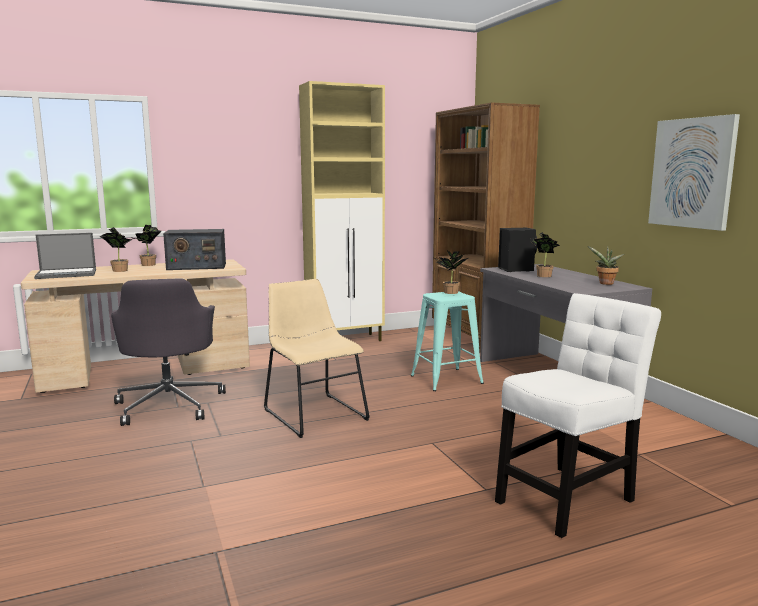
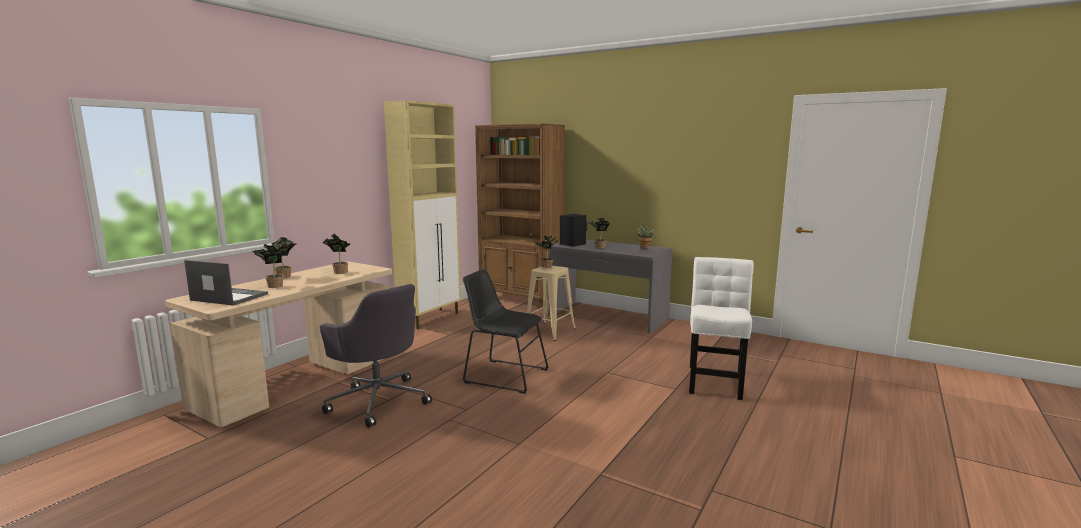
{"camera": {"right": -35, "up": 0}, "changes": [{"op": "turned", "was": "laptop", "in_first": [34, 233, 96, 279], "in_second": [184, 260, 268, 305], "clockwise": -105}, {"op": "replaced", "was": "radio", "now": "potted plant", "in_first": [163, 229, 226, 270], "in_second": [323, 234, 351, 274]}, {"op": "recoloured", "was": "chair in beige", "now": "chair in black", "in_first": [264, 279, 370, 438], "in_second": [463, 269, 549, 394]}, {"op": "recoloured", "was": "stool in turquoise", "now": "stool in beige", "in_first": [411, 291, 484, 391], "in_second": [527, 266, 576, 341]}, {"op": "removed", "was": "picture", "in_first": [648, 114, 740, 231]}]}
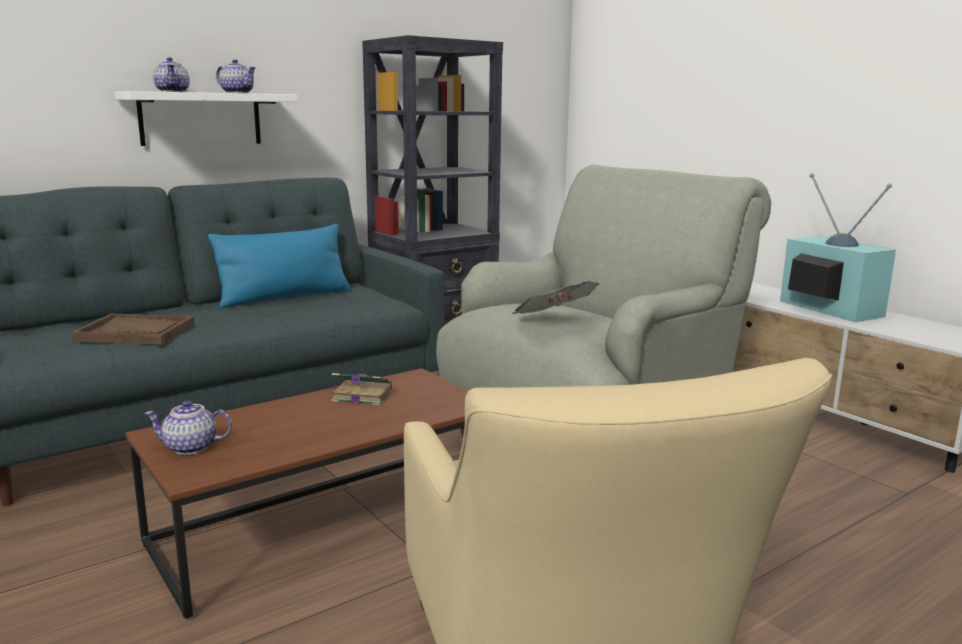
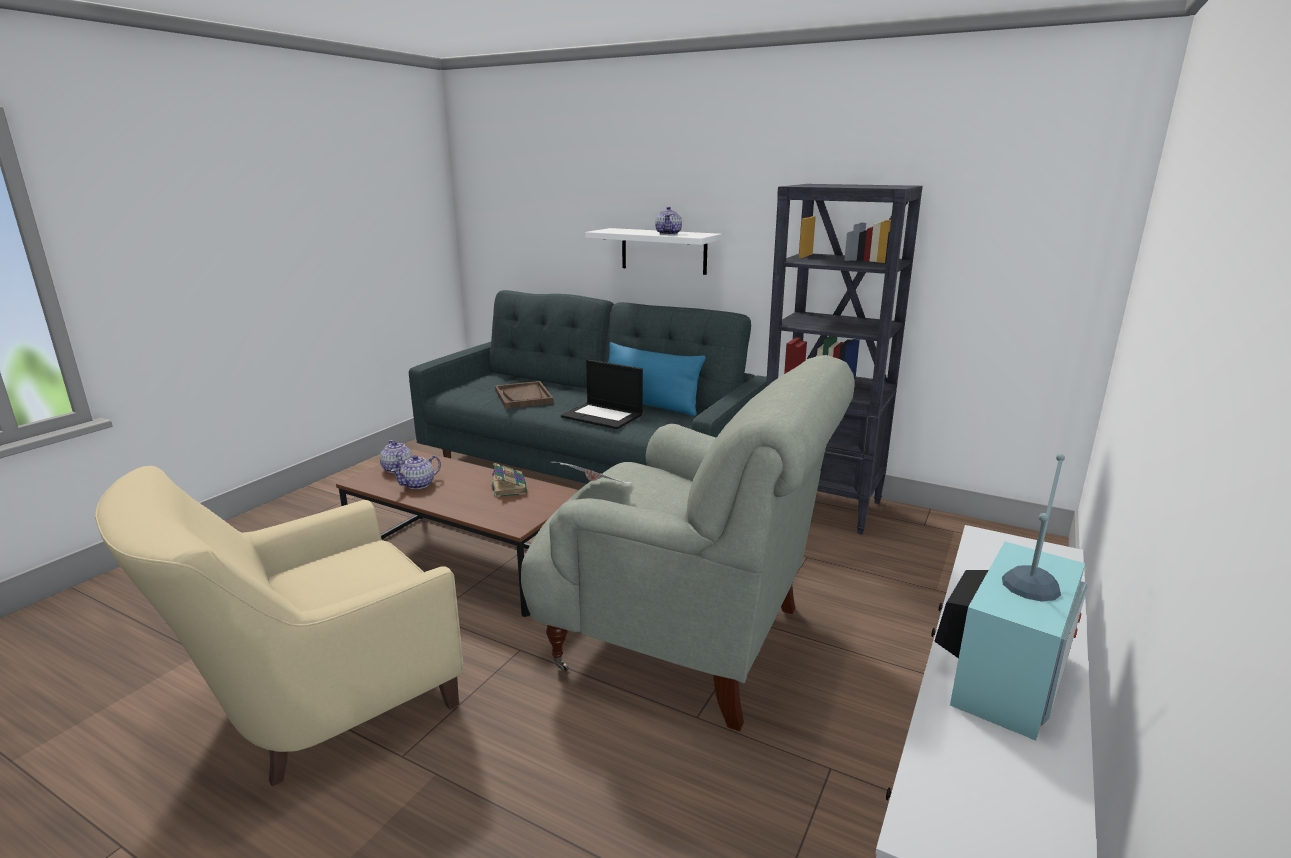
{"camera": {"right": 65, "up": 5}, "changes": [{"op": "moved", "was": "teapot", "in_first": [153, 57, 190, 92], "in_second": [391, 455, 441, 489]}, {"op": "added", "now": "laptop", "in_second": [561, 360, 643, 429]}]}
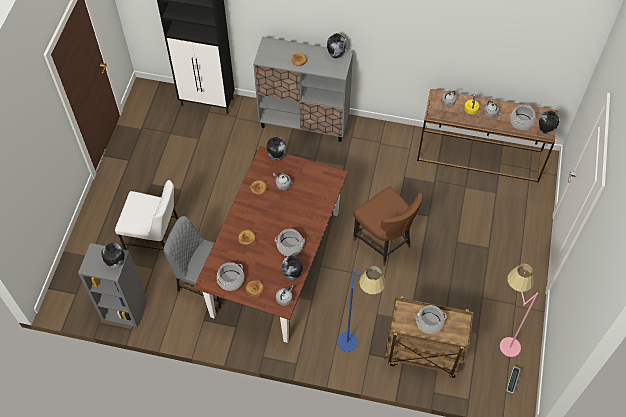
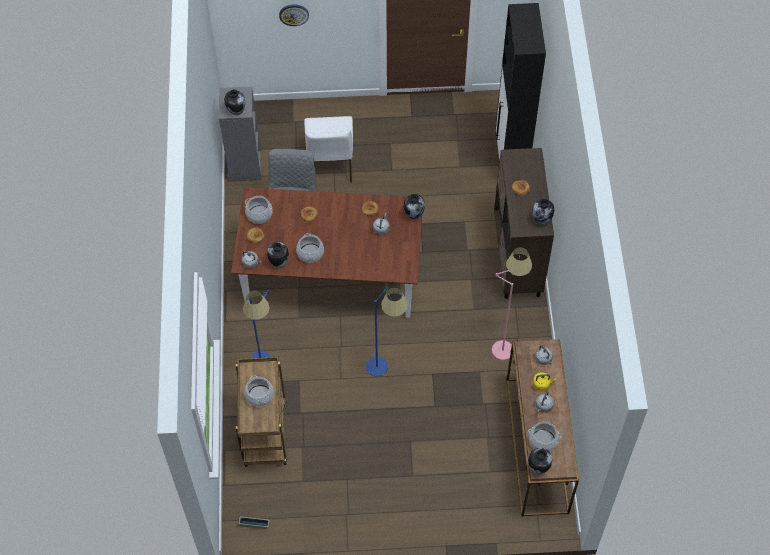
{"camera": {"right": 75, "up": 0}, "changes": [{"op": "added", "now": "wall clock", "in_second": [279, 4, 309, 26]}, {"op": "replaced", "was": "chair in brown", "now": "floor lamp in blue", "in_first": [353, 186, 423, 266], "in_second": [366, 286, 408, 376]}, {"op": "moved", "was": "floor lamp in pink", "in_first": [500, 263, 538, 357], "in_second": [492, 247, 532, 360]}, {"op": "recoloured", "was": "cabinet in grey", "now": "cabinet in brown", "in_first": [253, 36, 353, 142], "in_second": [494, 148, 554, 299]}]}
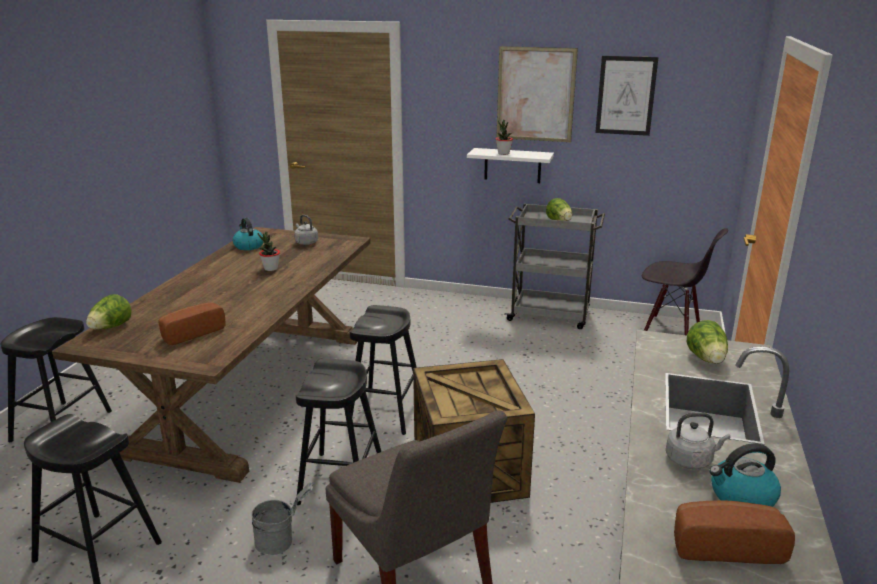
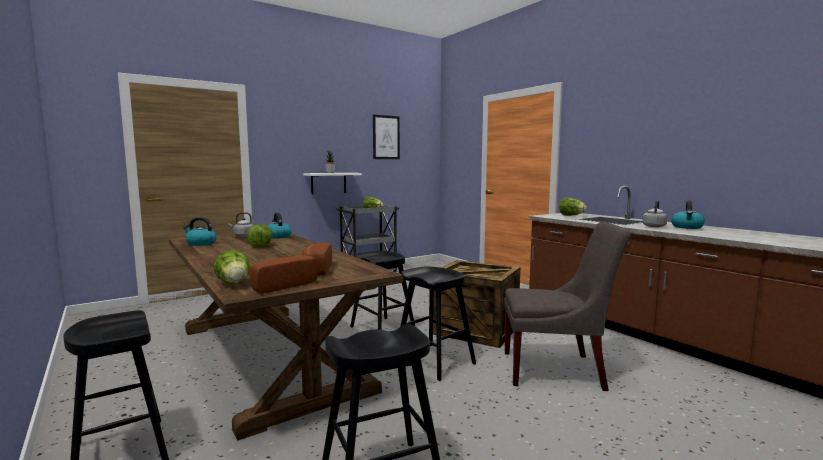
{"camera": {"right": -50, "up": -15}, "changes": [{"op": "replaced", "was": "potted plant", "now": "lettuce", "in_first": [258, 232, 280, 271], "in_second": [246, 224, 273, 248]}, {"op": "moved", "was": "bread", "in_first": [674, 500, 795, 564], "in_second": [249, 255, 318, 293]}, {"op": "added", "now": "kettle", "in_second": [268, 213, 292, 239]}, {"op": "removed", "was": "bucket in grey", "in_first": [251, 482, 314, 555]}, {"op": "removed", "was": "picture", "in_first": [496, 46, 578, 142]}, {"op": "removed", "was": "chair in black", "in_first": [642, 228, 728, 336]}]}
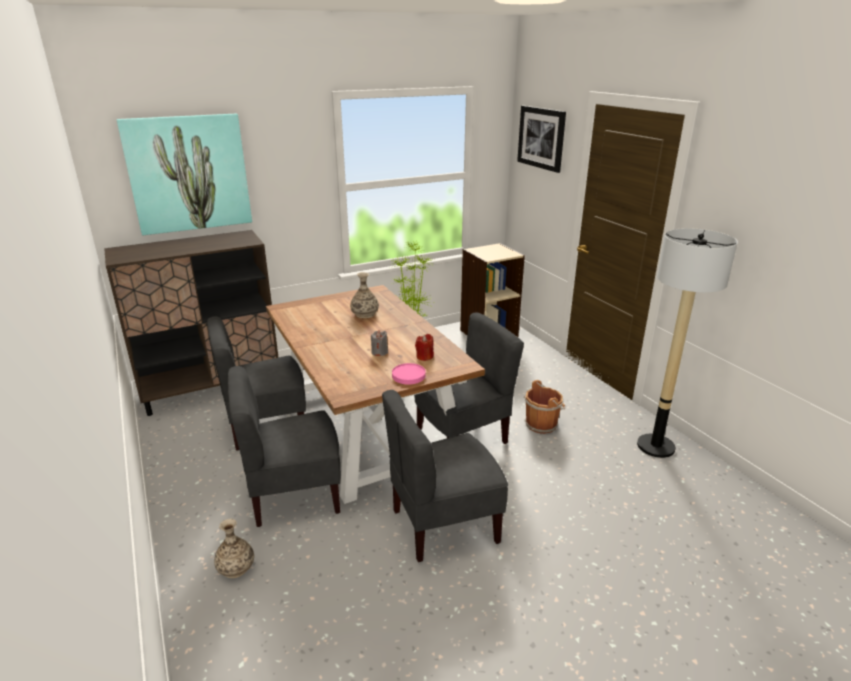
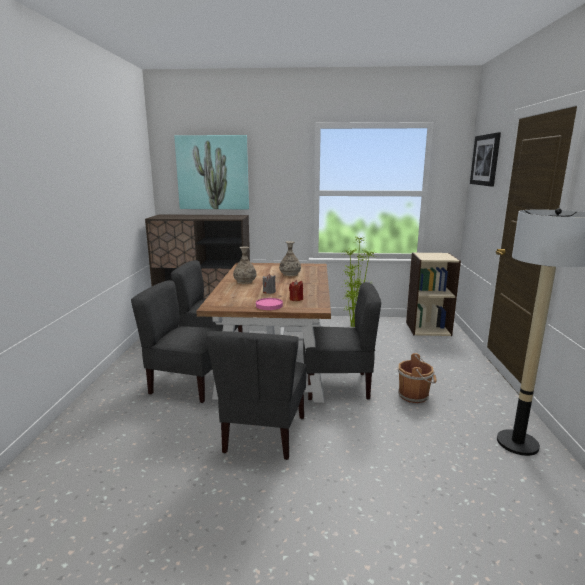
{"camera": {"right": 30, "up": -10}, "changes": [{"op": "turned", "was": "chair in grey", "in_first": [382, 390, 508, 562], "in_second": [206, 331, 306, 460], "clockwise": -90}, {"op": "moved", "was": "vase", "in_first": [214, 519, 254, 578], "in_second": [233, 247, 257, 284]}]}
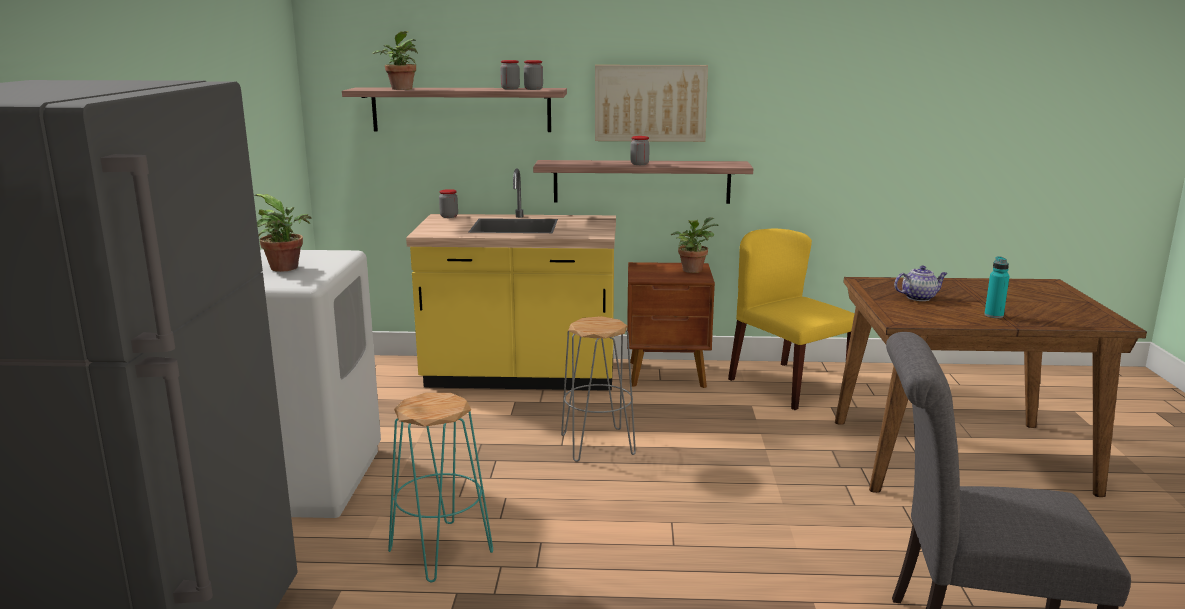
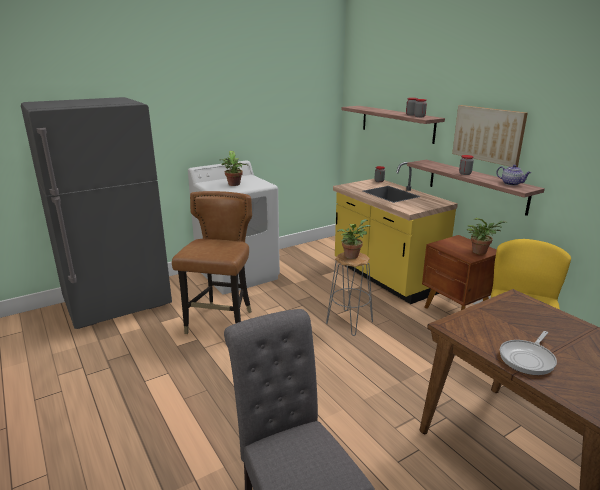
{"camera": {"right": 55, "up": 5}, "changes": [{"op": "replaced", "was": "stool in turquoise", "now": "chair in brown", "in_first": [388, 393, 493, 582], "in_second": [172, 191, 252, 334]}, {"op": "moved", "was": "potted plant", "in_first": [372, 31, 418, 90], "in_second": [337, 219, 370, 259]}, {"op": "moved", "was": "teapot", "in_first": [894, 266, 948, 301], "in_second": [496, 165, 531, 186]}, {"op": "replaced", "was": "bottle in turquoise", "now": "frying pan", "in_first": [984, 256, 1010, 318], "in_second": [500, 331, 557, 375]}]}
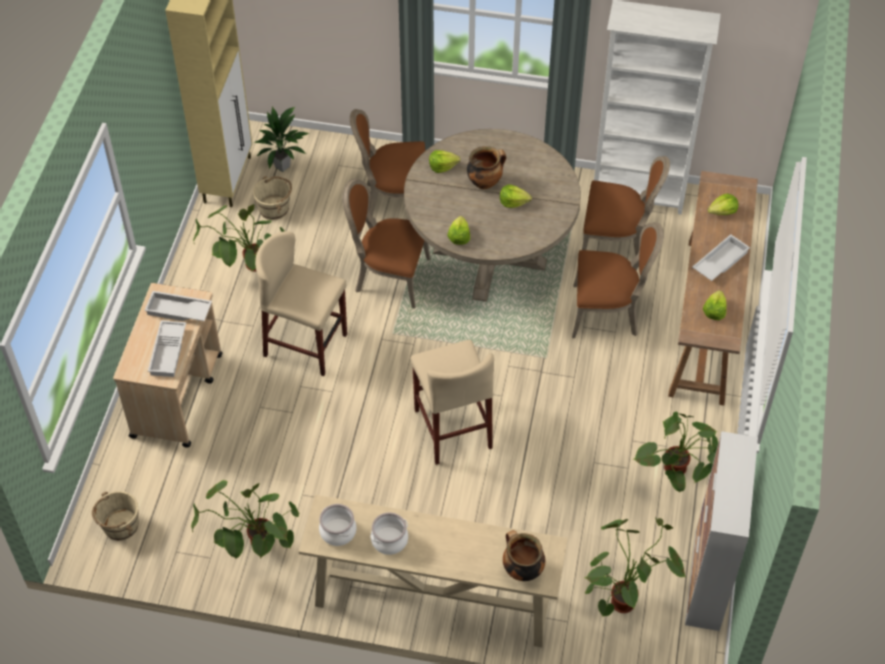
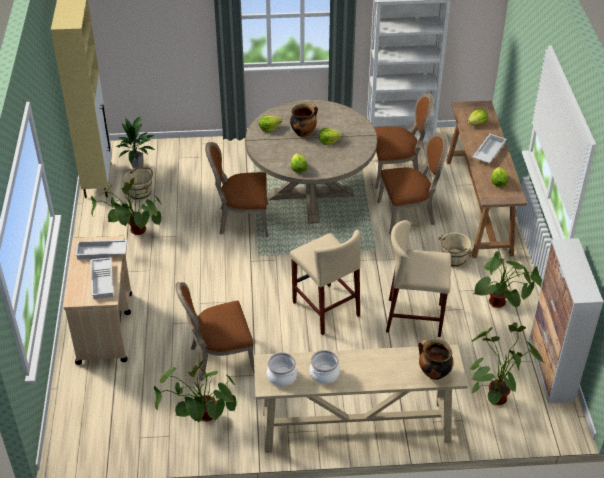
{"camera": {"right": -15, "up": -10}, "changes": [{"op": "moved", "was": "chair in brown", "in_first": [350, 109, 425, 217], "in_second": [175, 282, 255, 381]}, {"op": "moved", "was": "stool in beige", "in_first": [255, 231, 347, 376], "in_second": [386, 220, 451, 337]}, {"op": "moved", "was": "bucket in beige", "in_first": [92, 491, 139, 541], "in_second": [439, 233, 473, 267]}]}
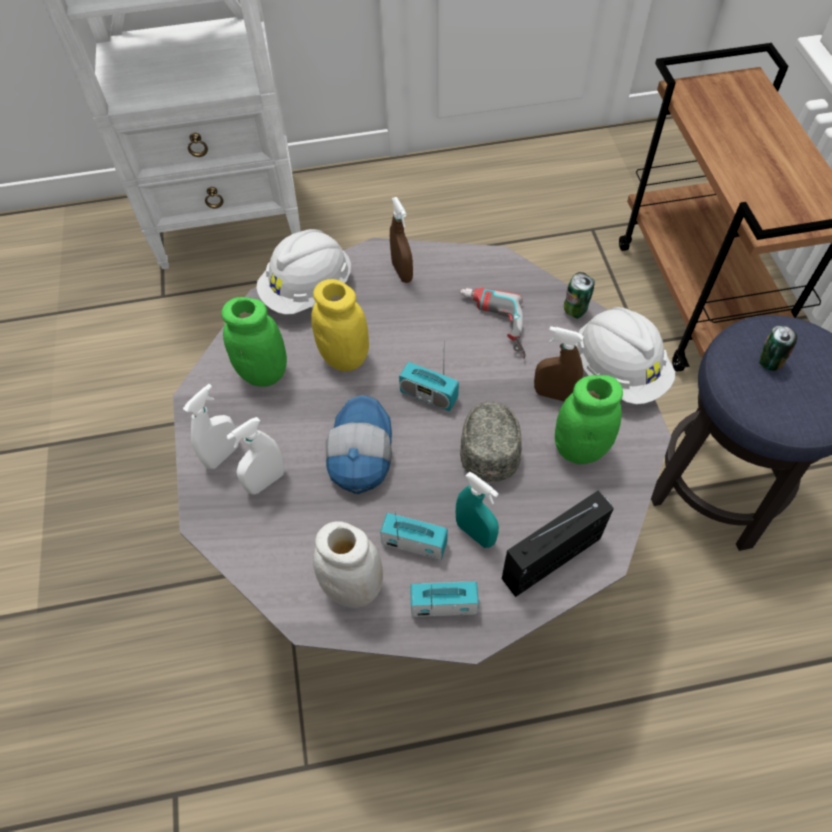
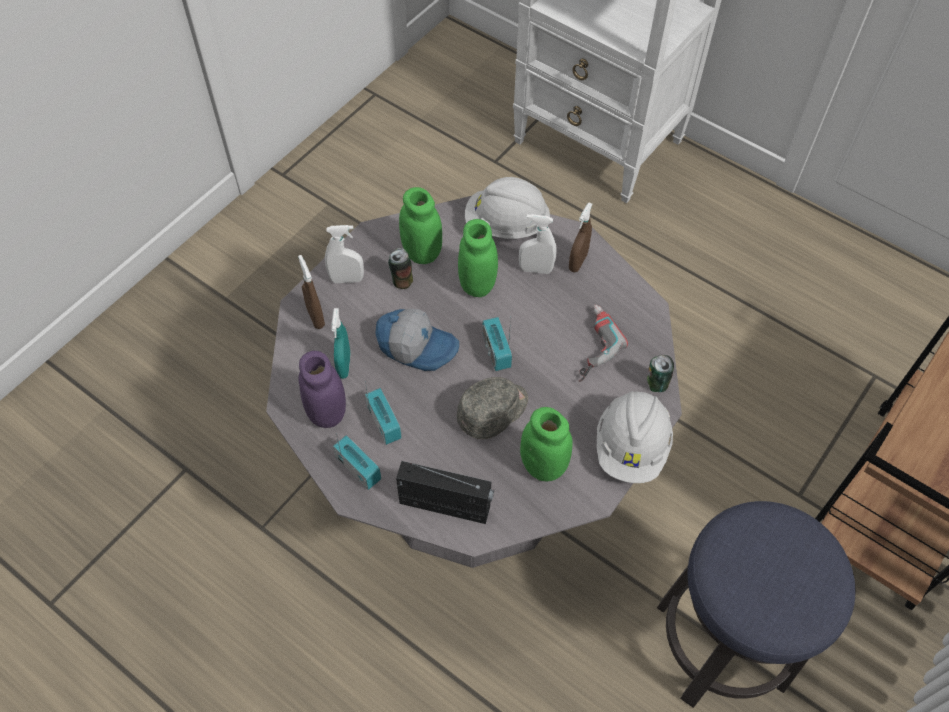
{"camera": {"right": 45, "up": 0}, "changes": [{"op": "moved", "was": "spray bottle in brown", "in_first": [534, 326, 584, 401], "in_second": [298, 255, 325, 329]}, {"op": "recoloured", "was": "jar in white", "now": "jar in purple", "in_first": [313, 521, 383, 608], "in_second": [299, 351, 346, 428]}, {"op": "moved", "was": "spray bottle in turquoise", "in_first": [455, 472, 499, 548], "in_second": [331, 308, 351, 379]}, {"op": "turned", "was": "cap", "in_first": [325, 395, 392, 494], "in_second": [375, 309, 459, 371], "clockwise": 60}, {"op": "moved", "was": "can", "in_first": [759, 326, 797, 371], "in_second": [388, 248, 413, 289]}, {"op": "recoloured", "was": "jar in yellow", "now": "jar in green", "in_first": [311, 279, 369, 371], "in_second": [458, 219, 498, 297]}, {"op": "moved", "was": "spray bottle in white", "in_first": [226, 417, 284, 494], "in_second": [519, 214, 557, 274]}]}
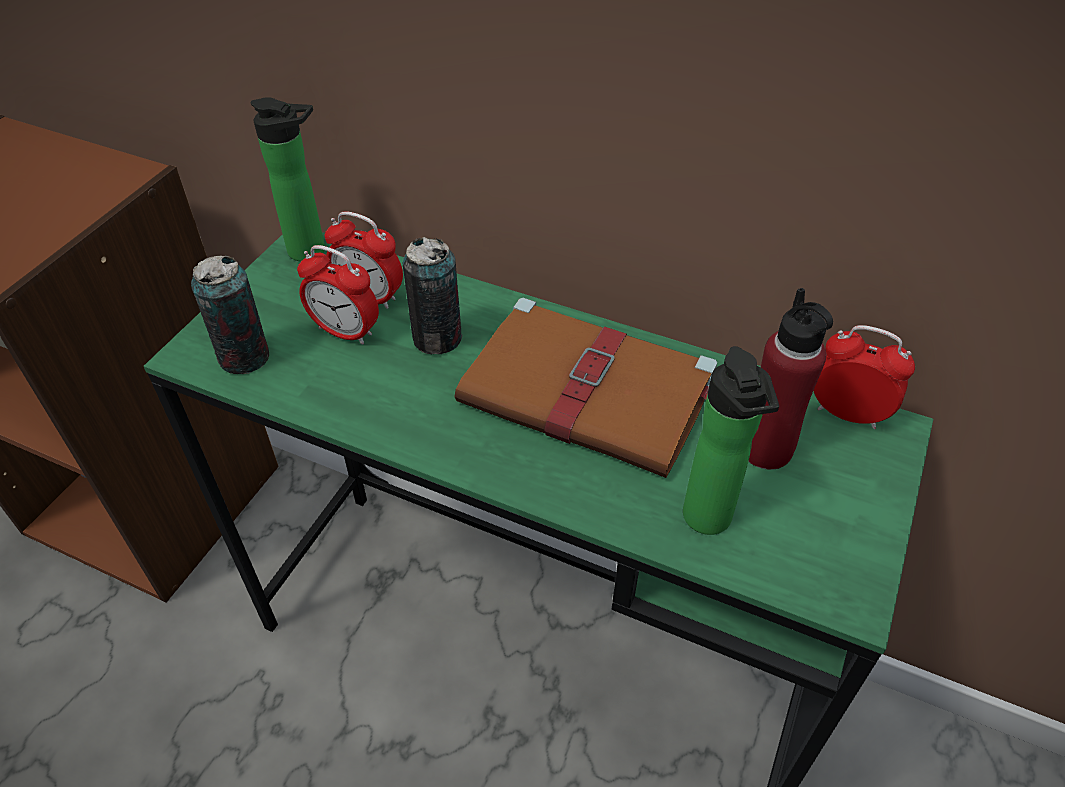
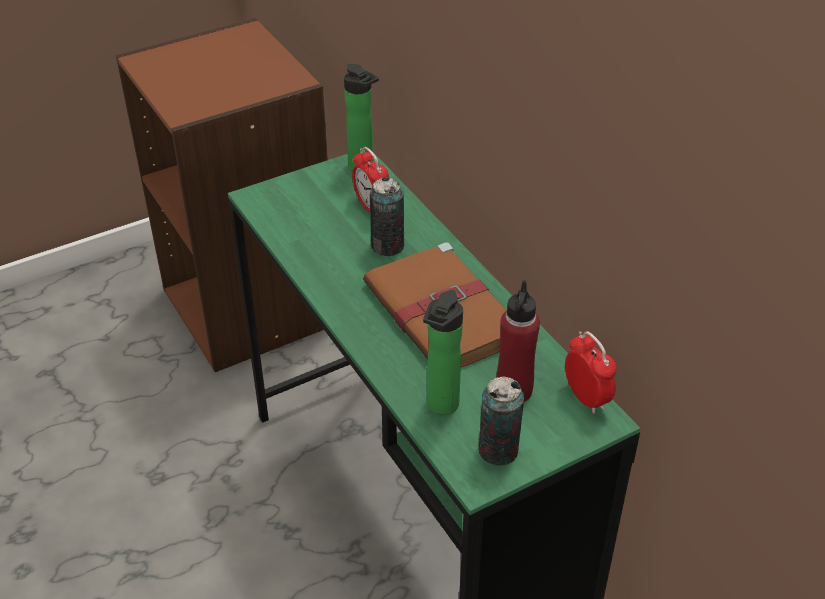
{"camera": {"right": 35, "up": -5}, "changes": [{"op": "moved", "was": "can", "in_first": [191, 256, 269, 374], "in_second": [478, 377, 524, 466]}, {"op": "removed", "was": "alarm clock", "in_first": [297, 245, 379, 345]}]}
